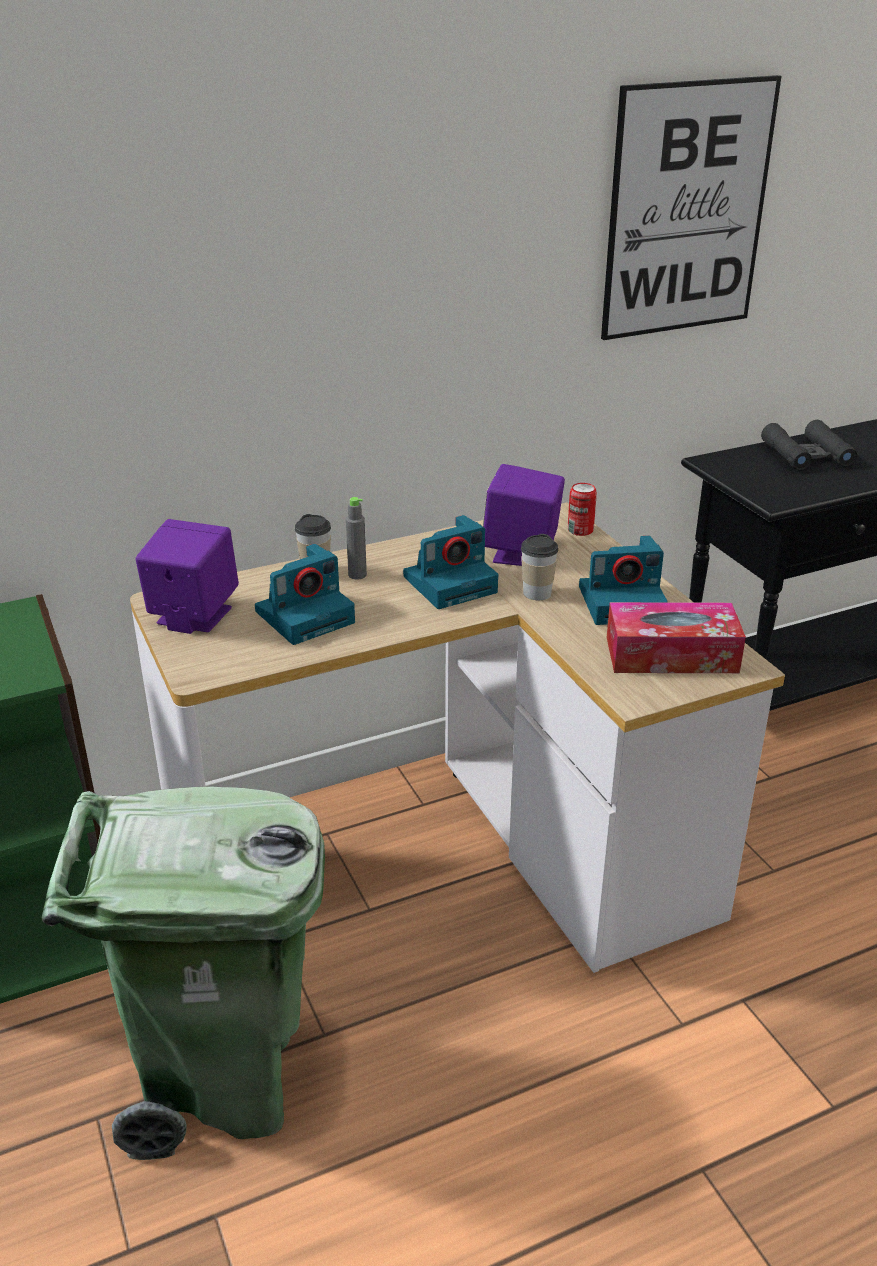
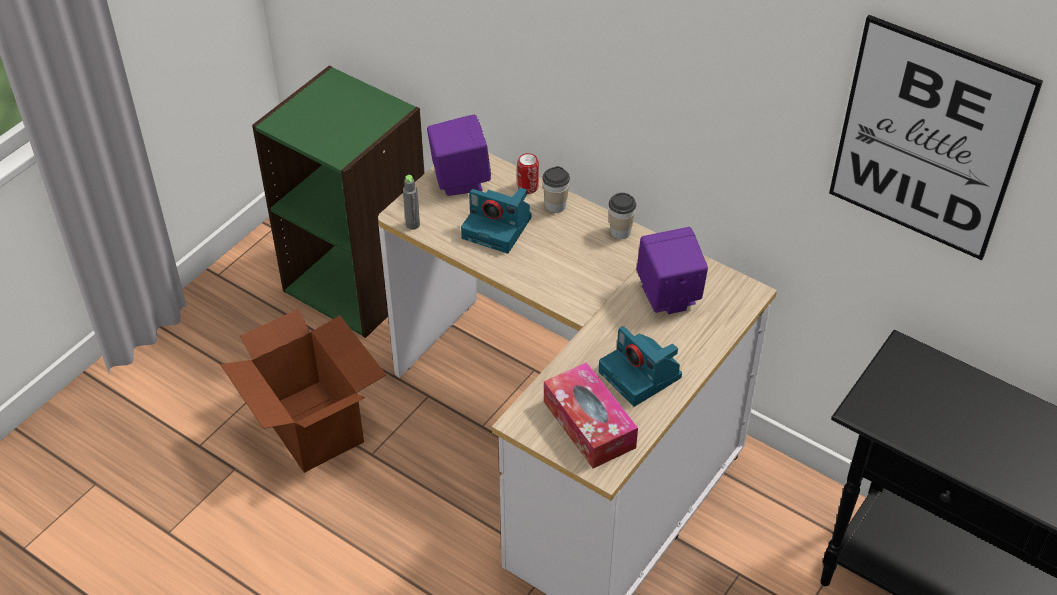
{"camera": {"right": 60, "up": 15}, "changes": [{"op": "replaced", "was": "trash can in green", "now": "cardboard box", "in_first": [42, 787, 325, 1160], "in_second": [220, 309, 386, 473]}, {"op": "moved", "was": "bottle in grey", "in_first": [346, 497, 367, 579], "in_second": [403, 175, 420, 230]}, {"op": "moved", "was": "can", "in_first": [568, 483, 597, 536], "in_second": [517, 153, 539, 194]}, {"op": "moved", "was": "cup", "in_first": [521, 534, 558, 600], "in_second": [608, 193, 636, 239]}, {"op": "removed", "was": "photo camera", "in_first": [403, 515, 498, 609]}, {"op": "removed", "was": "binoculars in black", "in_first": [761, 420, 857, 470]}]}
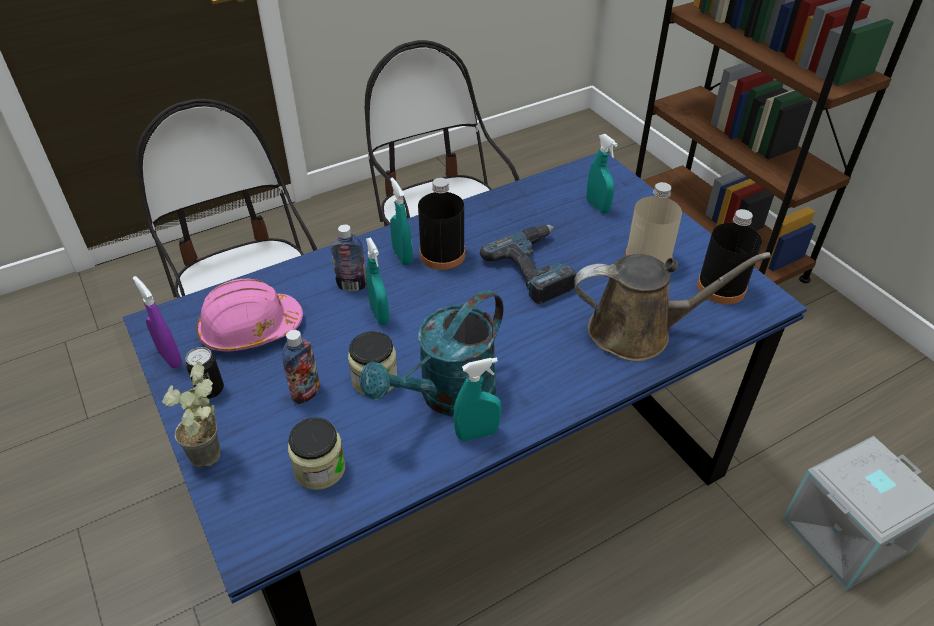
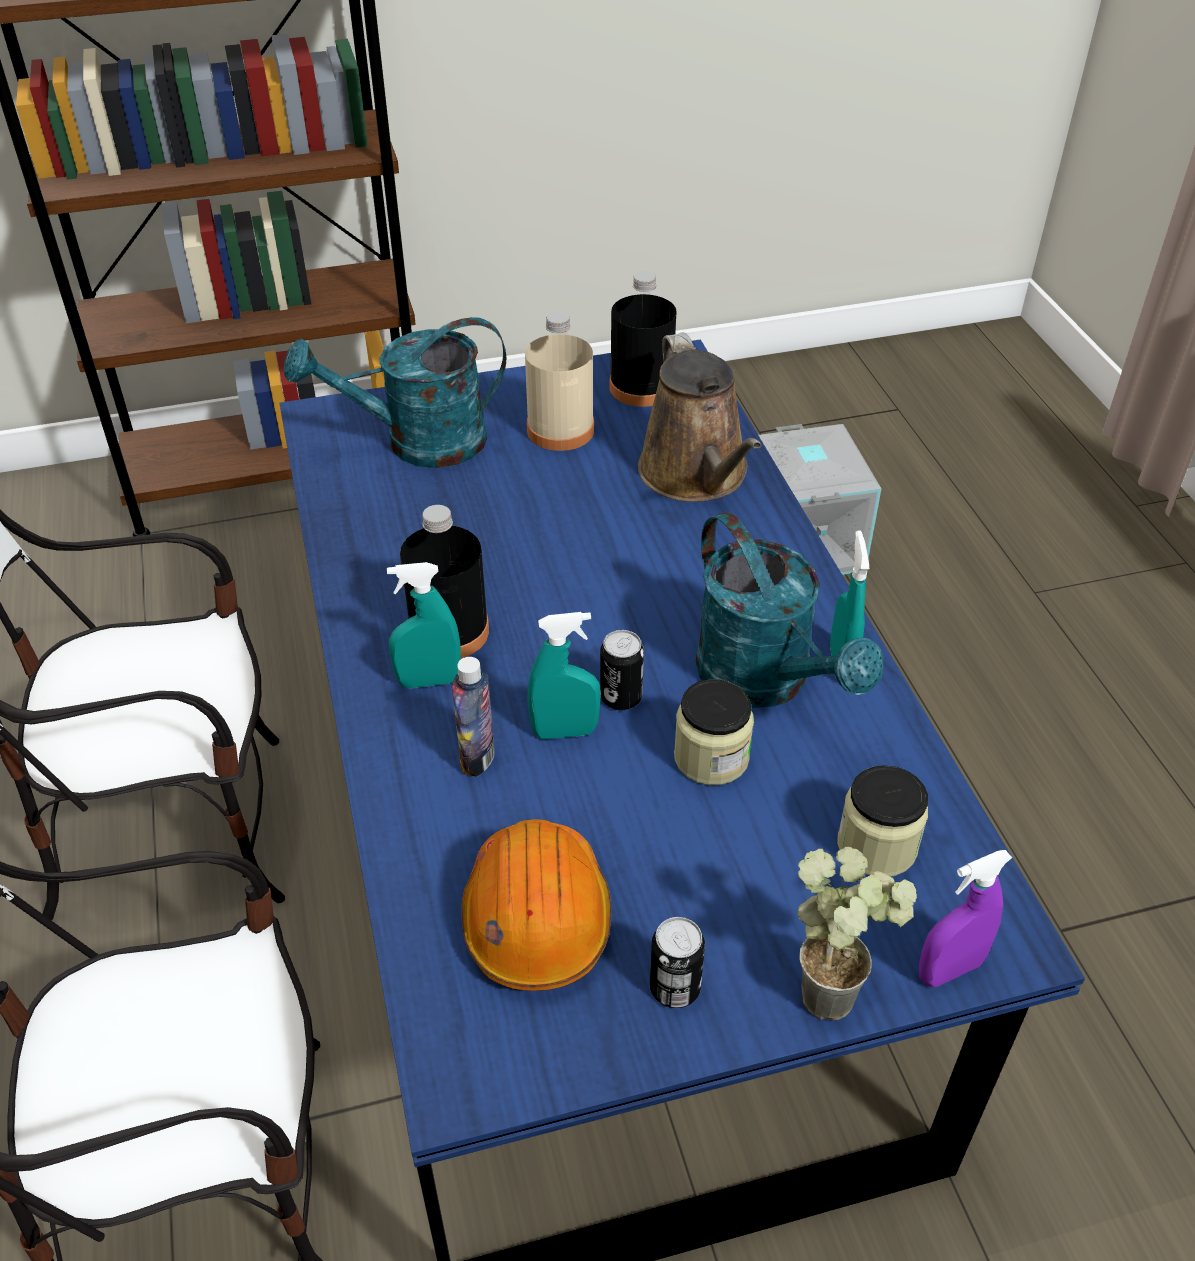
{"camera": {"right": -75, "up": 0}, "changes": [{"op": "replaced", "was": "spray bottle in turquoise", "now": "watering can in turquoise", "in_first": [587, 134, 618, 213], "in_second": [284, 317, 507, 468]}, {"op": "recoloured", "was": "hard hat in pink", "now": "hard hat in orange", "in_first": [197, 279, 303, 351], "in_second": [461, 819, 611, 991]}, {"op": "added", "now": "can", "in_second": [600, 630, 644, 710]}, {"op": "turned", "was": "watering can in brown", "in_first": [574, 252, 771, 362], "in_second": [638, 332, 761, 502], "clockwise": 150}, {"op": "moved", "was": "spray bottle in purple", "in_first": [133, 276, 182, 368], "in_second": [919, 850, 1012, 987]}, {"op": "removed", "was": "bottle", "in_first": [282, 330, 320, 404]}, {"op": "removed", "was": "power drill", "in_first": [480, 225, 577, 304]}]}
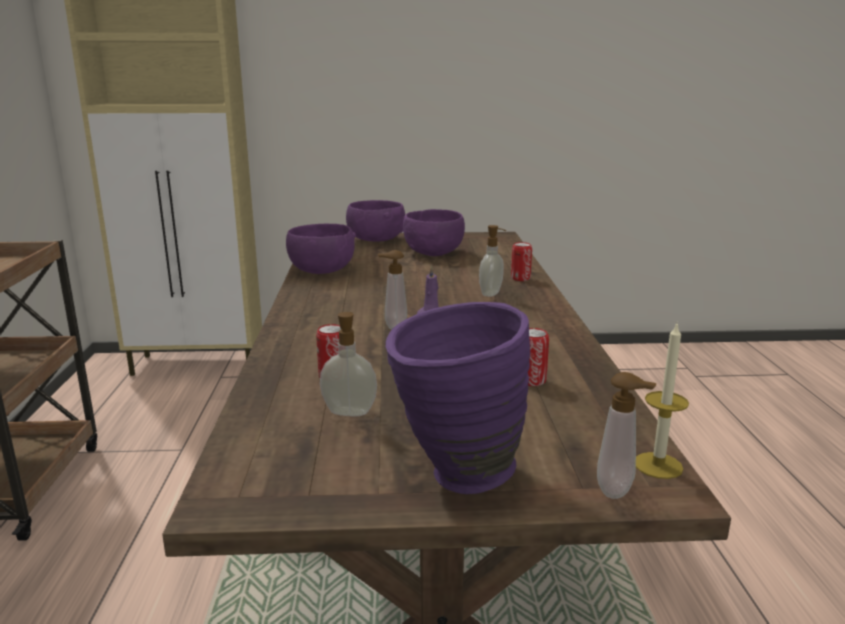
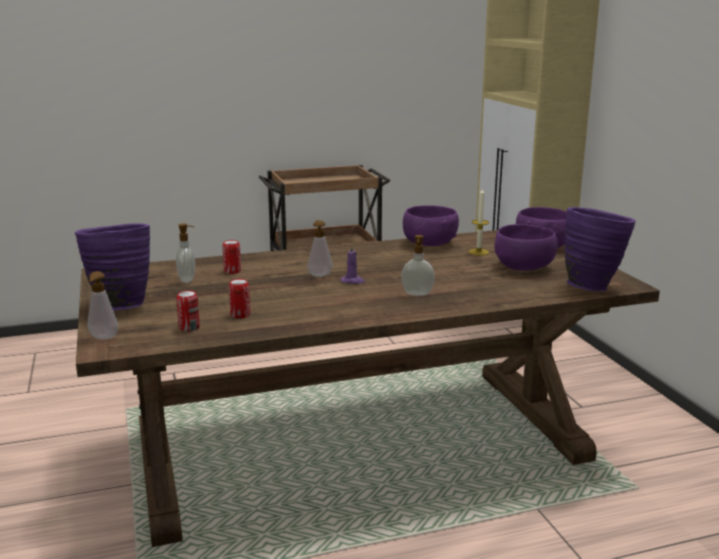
{"camera": {"right": 75, "up": 0}, "changes": [{"op": "moved", "was": "can", "in_first": [511, 242, 532, 281], "in_second": [176, 290, 200, 332]}, {"op": "moved", "was": "candle", "in_first": [636, 324, 689, 479], "in_second": [469, 188, 489, 255]}, {"op": "added", "now": "vase in purple", "in_second": [564, 207, 636, 291]}]}
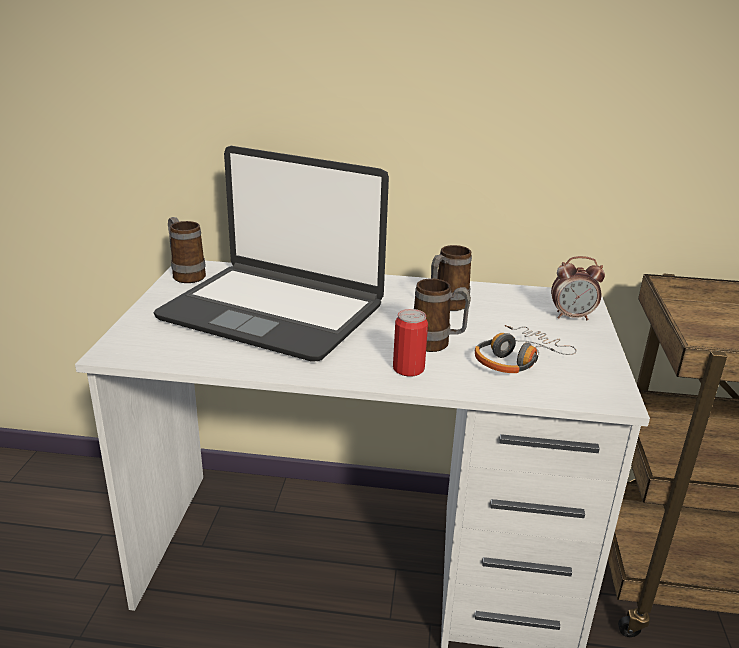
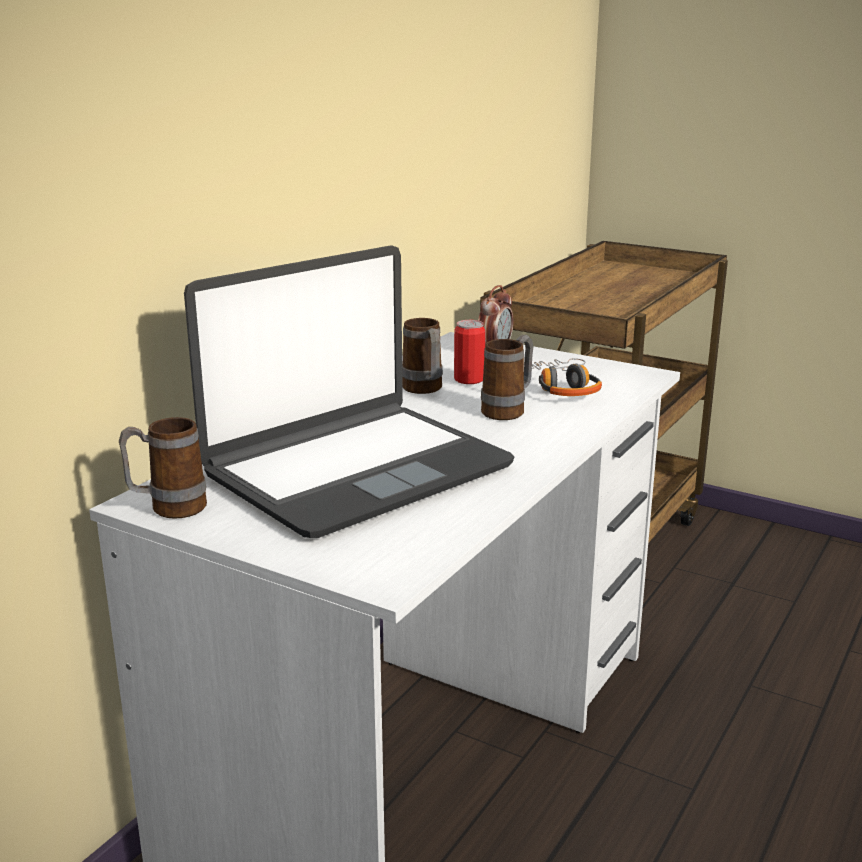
{"camera": {"right": -65, "up": -5}, "changes": [{"op": "moved", "was": "can", "in_first": [393, 309, 428, 377], "in_second": [454, 320, 486, 384]}]}
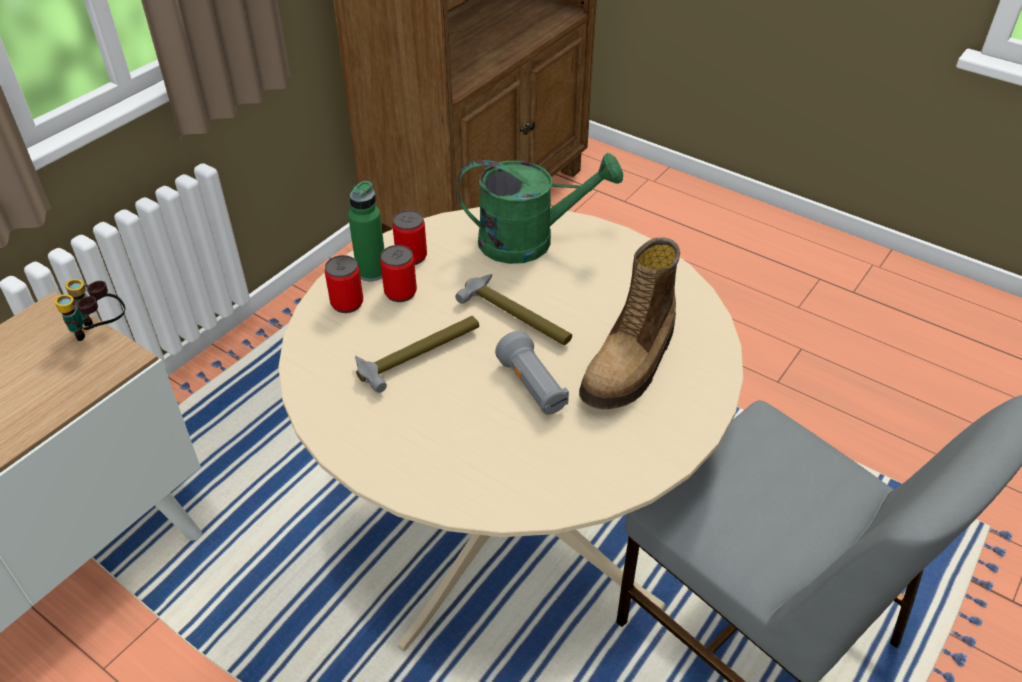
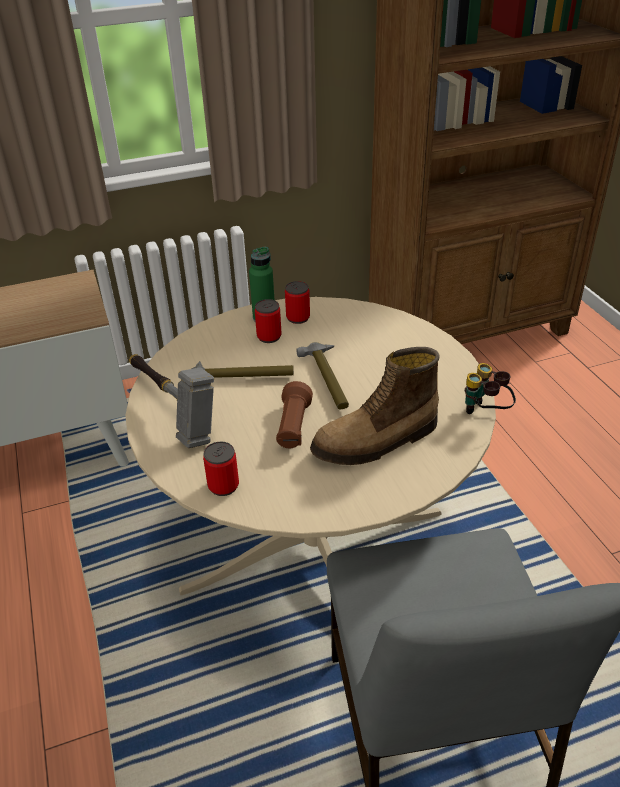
{"camera": {"right": 35, "up": -5}, "changes": [{"op": "added", "now": "hammer", "in_second": [129, 354, 214, 448]}, {"op": "moved", "was": "can", "in_first": [325, 255, 363, 313], "in_second": [203, 441, 239, 496]}, {"op": "recoloured", "was": "flashlight in grey", "now": "flashlight in brown", "in_first": [495, 331, 569, 415], "in_second": [276, 381, 313, 448]}, {"op": "moved", "was": "binoculars", "in_first": [54, 279, 126, 341], "in_second": [465, 363, 516, 414]}, {"op": "removed", "was": "watering can in green", "in_first": [457, 153, 623, 264]}]}
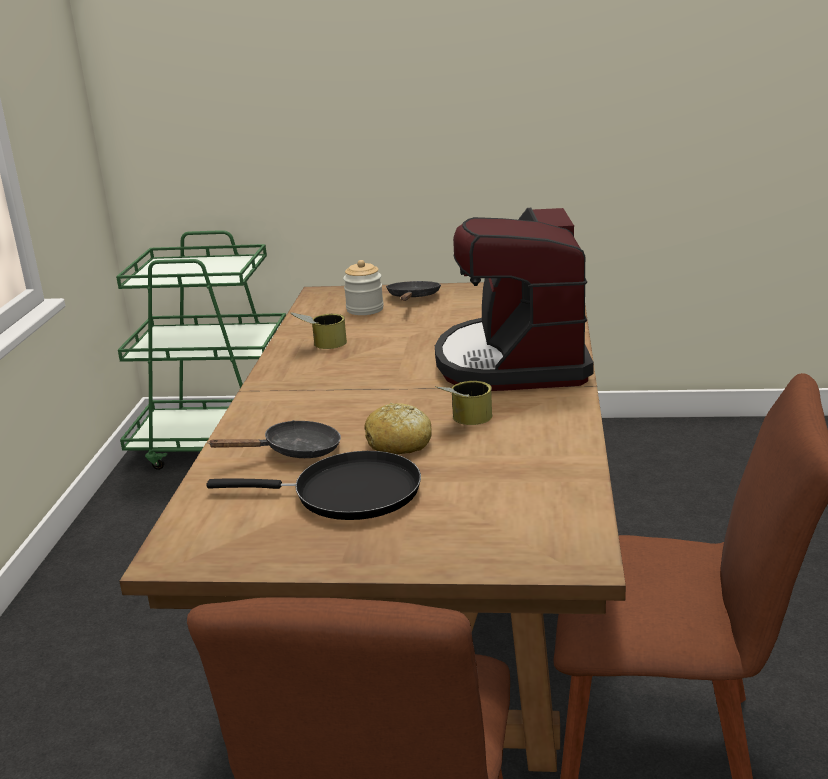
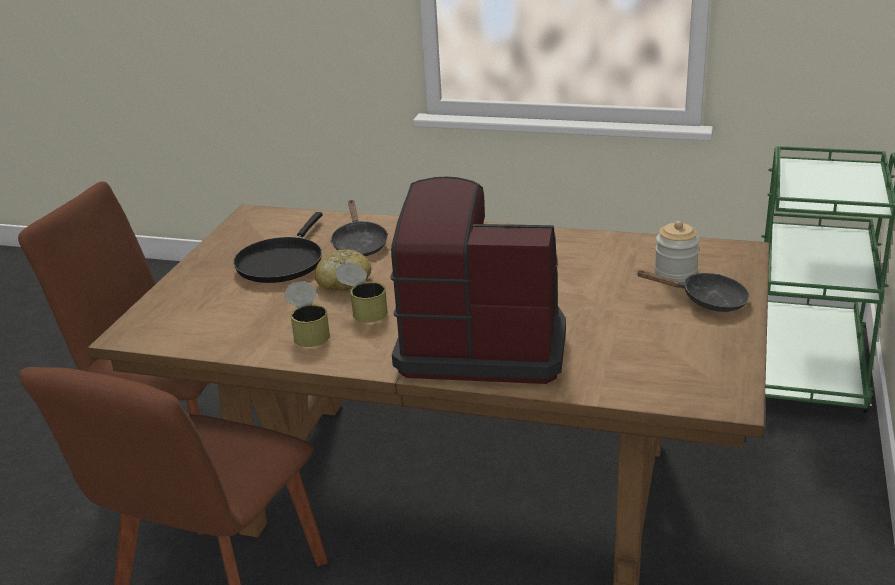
{"camera": {"right": 100, "up": 5}, "changes": [{"op": "moved", "was": "can", "in_first": [290, 312, 347, 349], "in_second": [284, 281, 330, 347]}]}
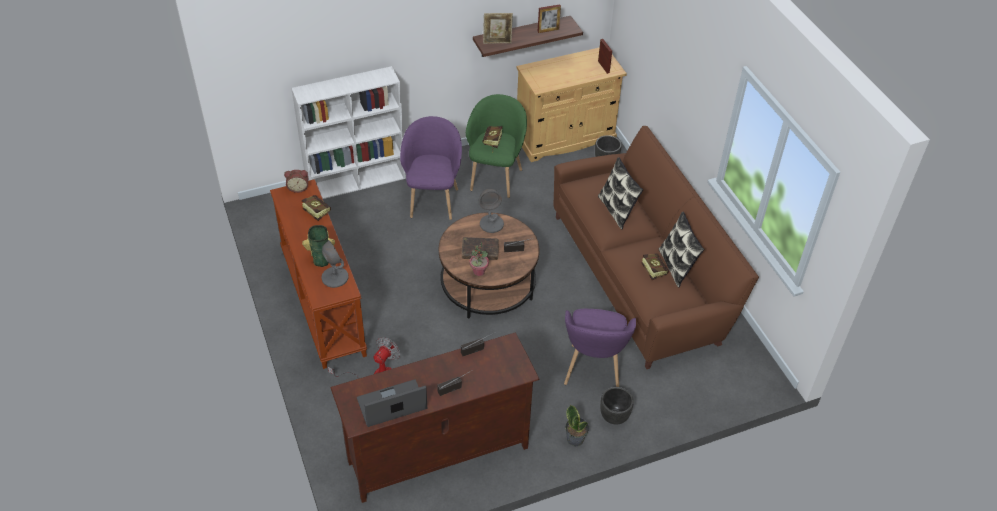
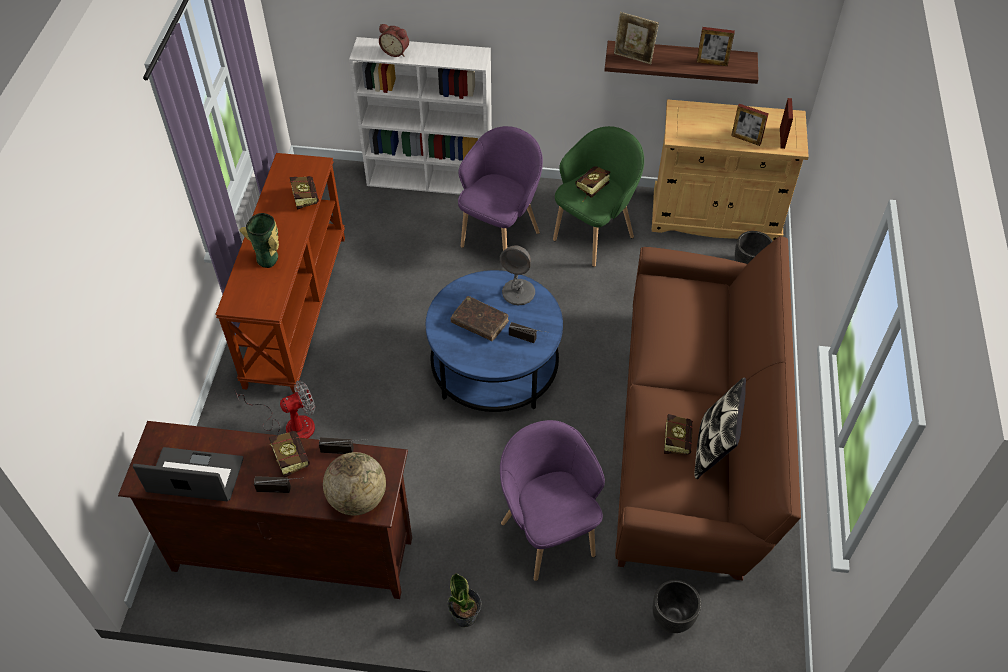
{"camera": {"right": 30, "up": 5}, "changes": [{"op": "added", "now": "book", "in_second": [269, 431, 310, 477]}, {"op": "added", "now": "globe", "in_second": [323, 452, 386, 515]}, {"op": "moved", "was": "alarm clock", "in_first": [284, 170, 308, 193], "in_second": [379, 24, 409, 57]}, {"op": "recoloured", "was": "coffee table in brown", "now": "coffee table in blue", "in_first": [439, 212, 539, 319], "in_second": [425, 270, 563, 412]}, {"op": "turned", "was": "armchair in purple", "in_first": [564, 309, 636, 387], "in_second": [500, 420, 605, 581], "clockwise": 120}, {"op": "moved", "was": "planter in black", "in_first": [600, 387, 634, 425], "in_second": [653, 580, 701, 633]}, {"op": "added", "now": "picture frame", "in_second": [731, 104, 769, 146]}, {"op": "removed", "was": "table lamp in grey", "in_first": [321, 240, 349, 288]}, {"op": "removed", "was": "potted plant", "in_first": [469, 242, 489, 276]}, {"op": "removed", "was": "pillow", "in_first": [598, 157, 643, 230]}]}
